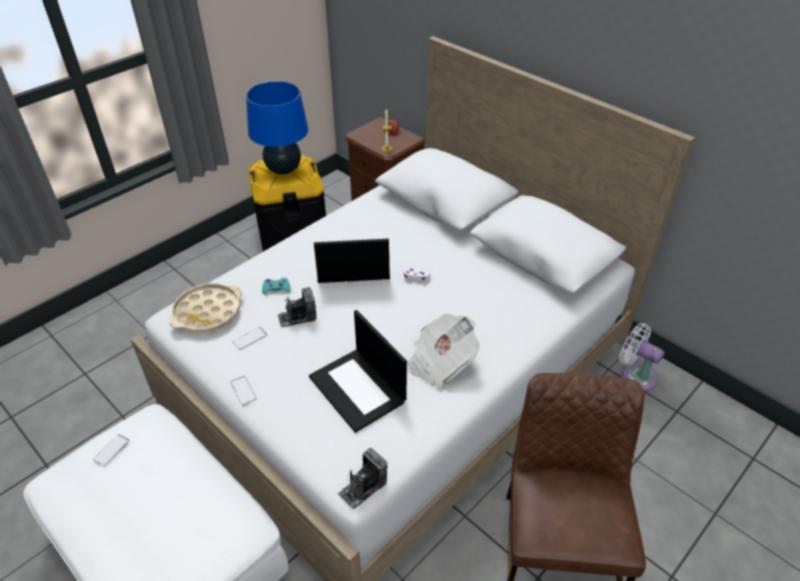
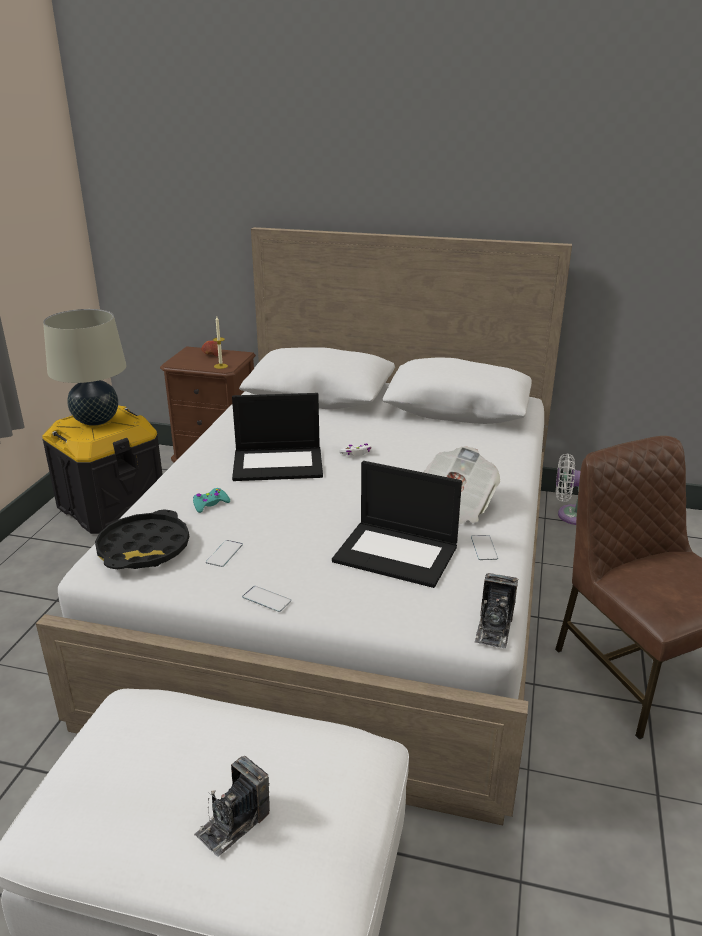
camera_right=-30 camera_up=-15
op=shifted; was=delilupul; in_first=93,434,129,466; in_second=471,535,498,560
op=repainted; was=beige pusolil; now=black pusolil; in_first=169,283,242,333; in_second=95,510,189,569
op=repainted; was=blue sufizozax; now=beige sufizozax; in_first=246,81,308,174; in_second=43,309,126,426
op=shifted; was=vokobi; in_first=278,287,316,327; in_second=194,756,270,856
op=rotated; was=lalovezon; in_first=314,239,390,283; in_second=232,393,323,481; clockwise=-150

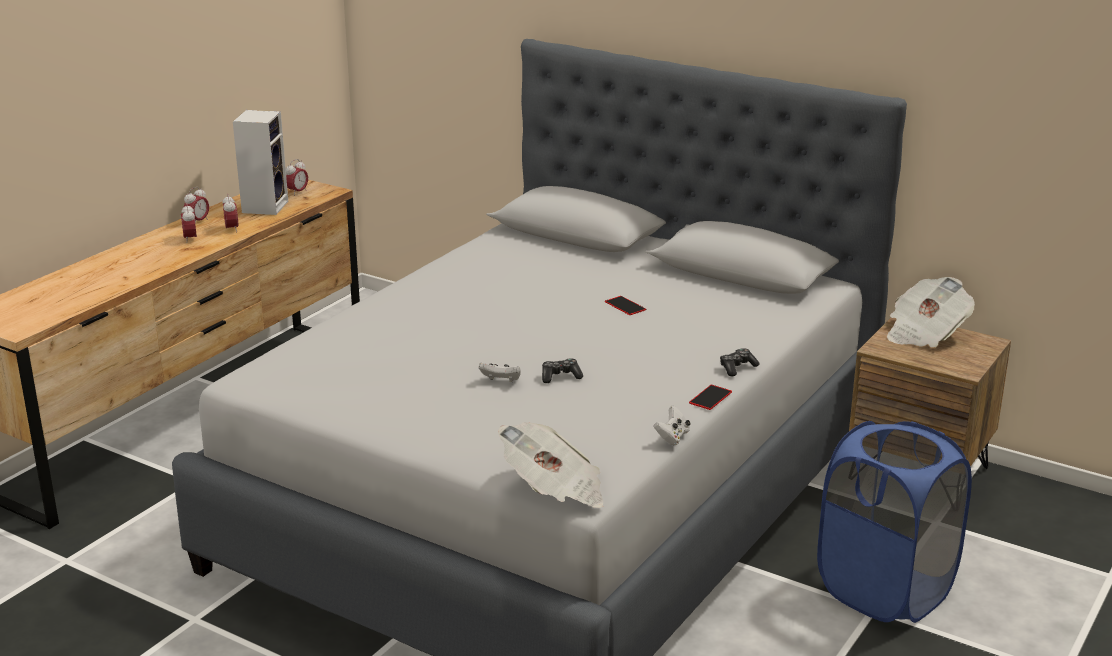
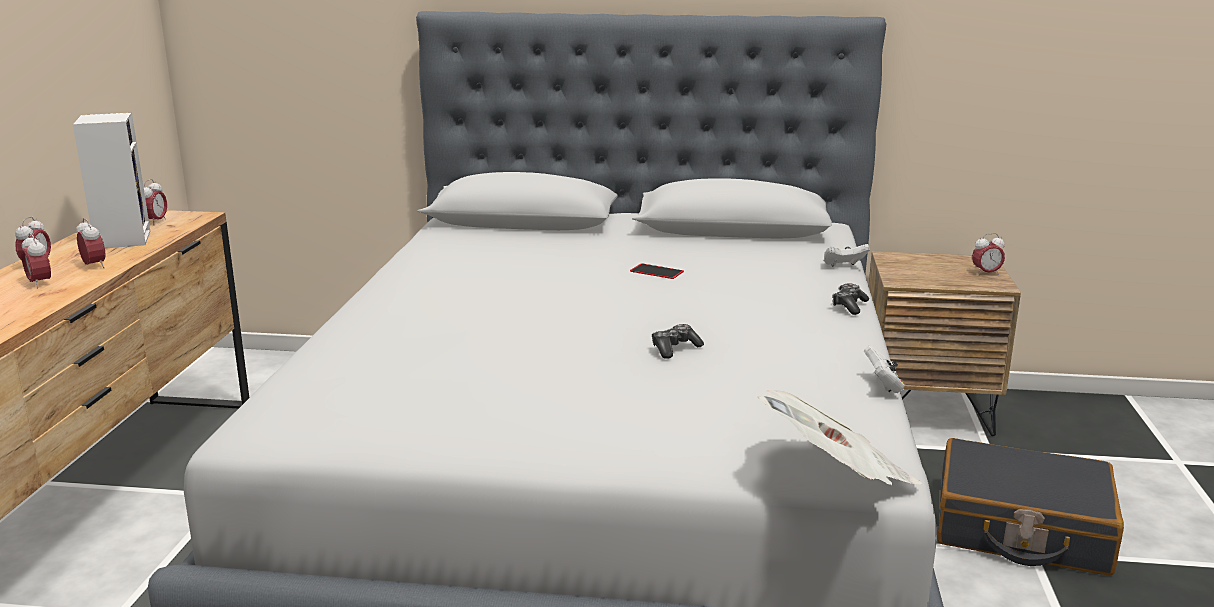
camera_right=-25 camera_up=-5
op=shifted; was=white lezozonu; in_first=479,363,521,382; in_second=824,244,870,266
op=gone; was=delilupul; in_first=689,385,732,410
op=swapped; was=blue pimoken; now=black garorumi; in_first=817,421,972,623; in_second=937,438,1124,576
op=gone; was=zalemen; in_first=887,277,975,348
op=new; now=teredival; in_second=972,233,1005,276

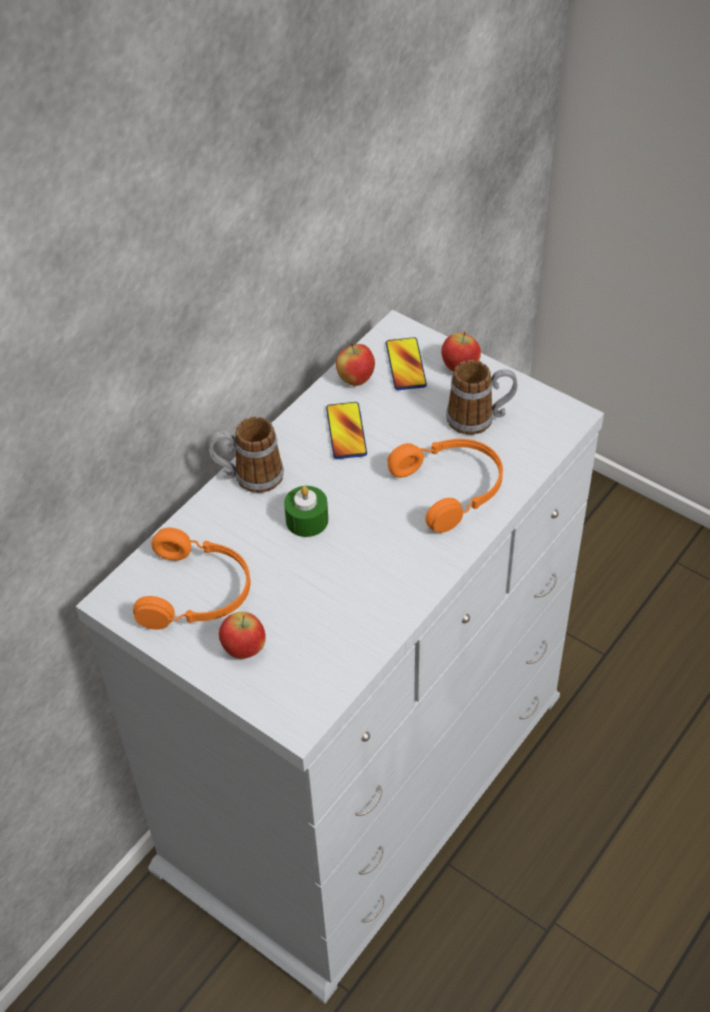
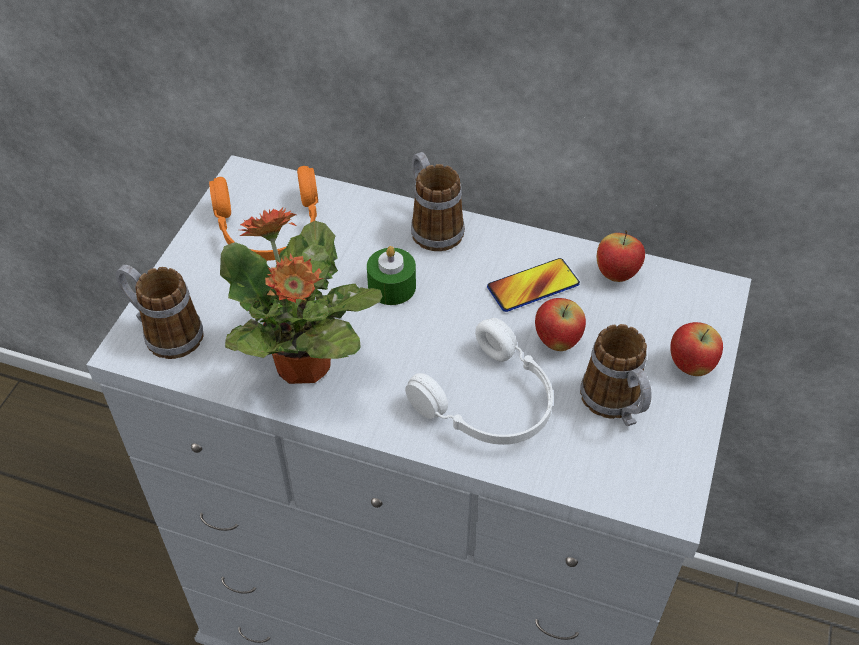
camera_right=70 camera_up=0
op=shifted; was=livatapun; in_first=219,612,266,659; in_second=535,298,586,351
op=gone; was=delilupul; in_first=386,337,427,390
op=repainted; was=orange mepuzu; now=white mepuzu; in_first=387,439,503,533; in_second=405,318,553,445
op=new; now=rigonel; in_second=116,265,204,359
op=new; now=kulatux; in_second=220,208,382,384

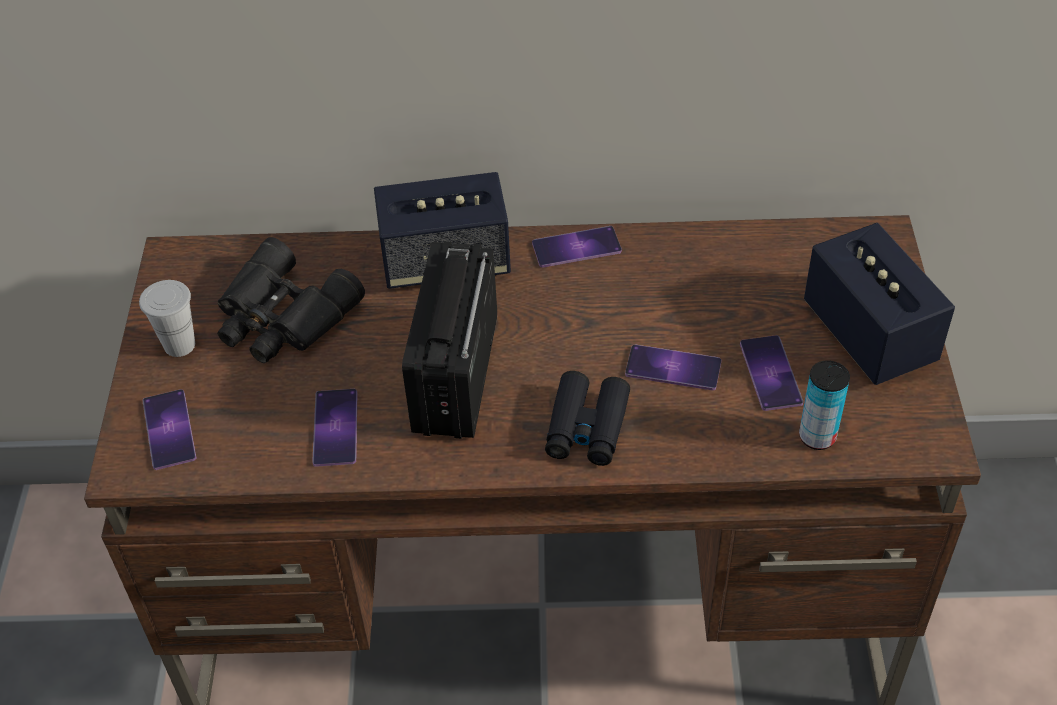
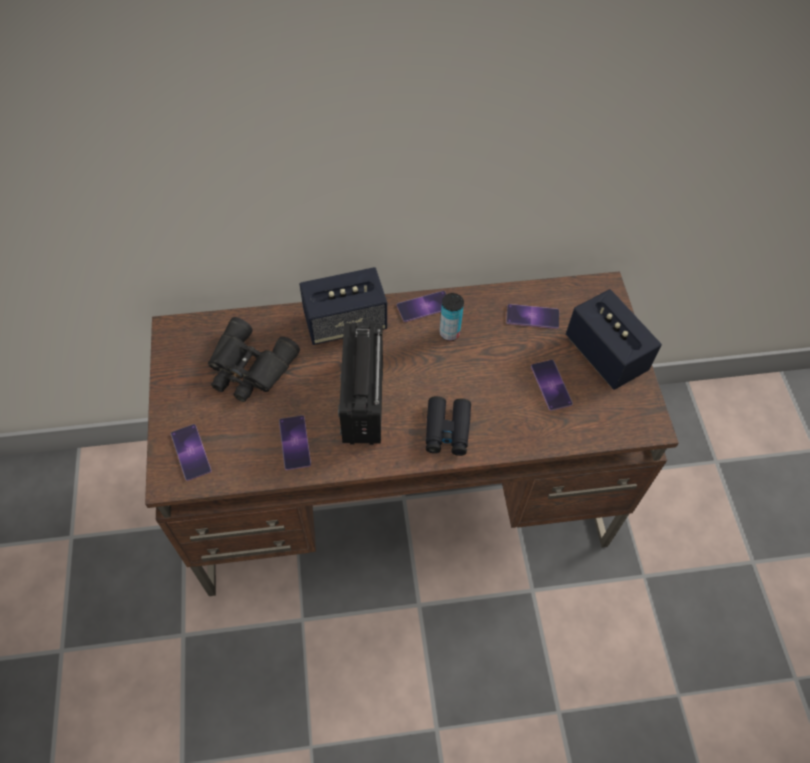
camera_right=-10 camera_up=10
op=gone; was=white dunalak; in_first=139,280,195,357
op=shifted; was=delilupul; in_first=625,345,721,390; in_second=506,304,559,329
op=shifted; was=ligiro; in_first=799,360,850,450; in_second=439,293,464,341

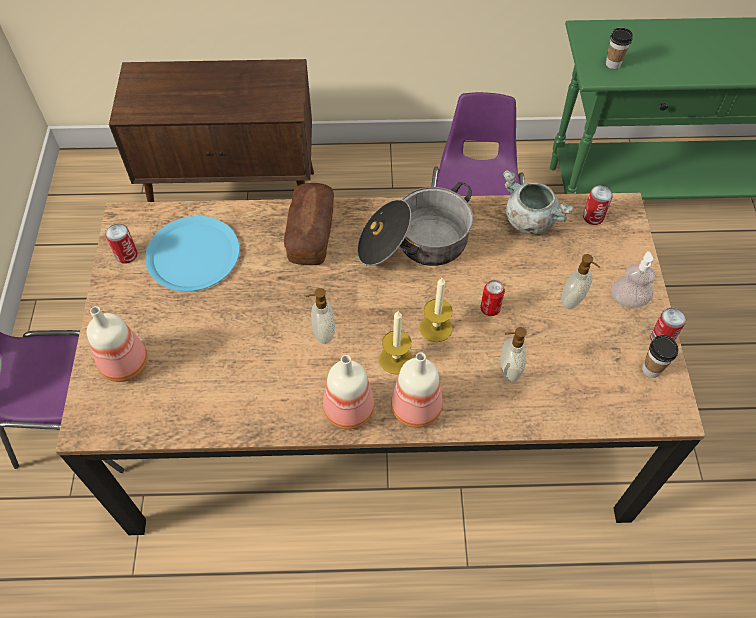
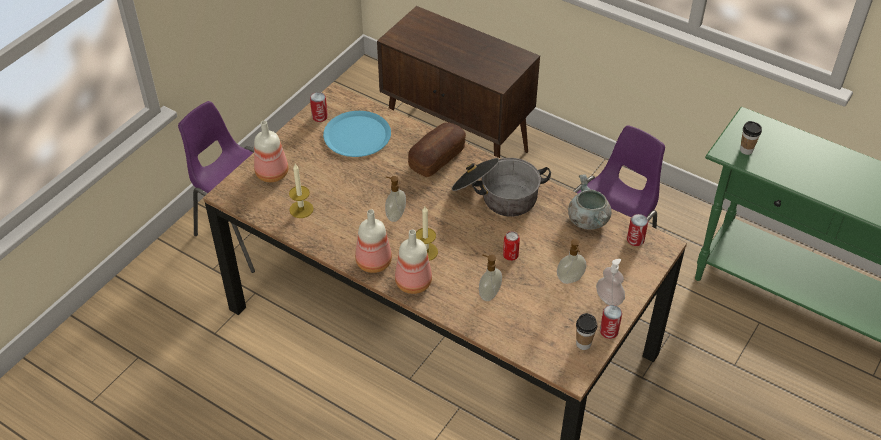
camera_right=35 camera_up=-10
op=shifted; was=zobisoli; in_first=420,278,453,342; in_second=289,164,314,218

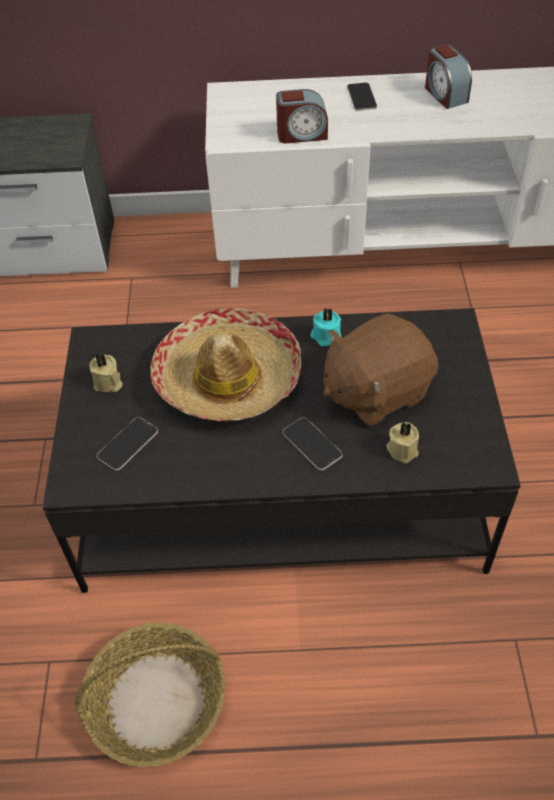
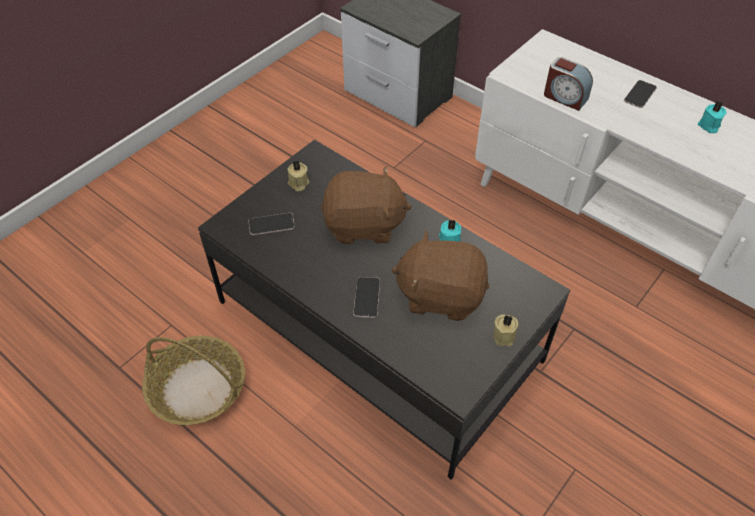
camera_right=40 camera_up=0
op=swapped; was=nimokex; now=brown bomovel; in_first=150,308,301,421; in_second=321,166,412,244
op=shifted; was=beige zobisoli; in_first=387,421,419,463; in_second=493,314,518,347
op=swapped; was=teredival; now=turquoise zobisoli; in_first=425,44,472,109; in_second=698,101,727,133

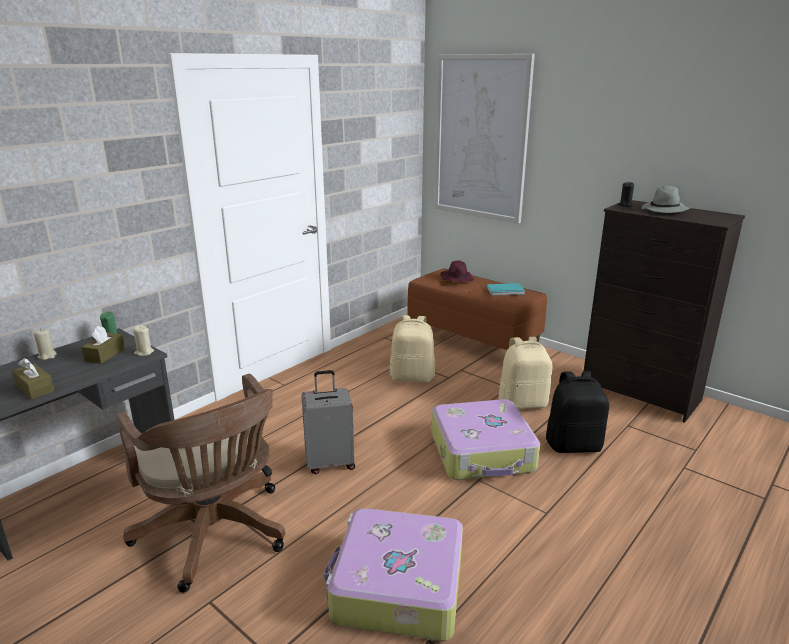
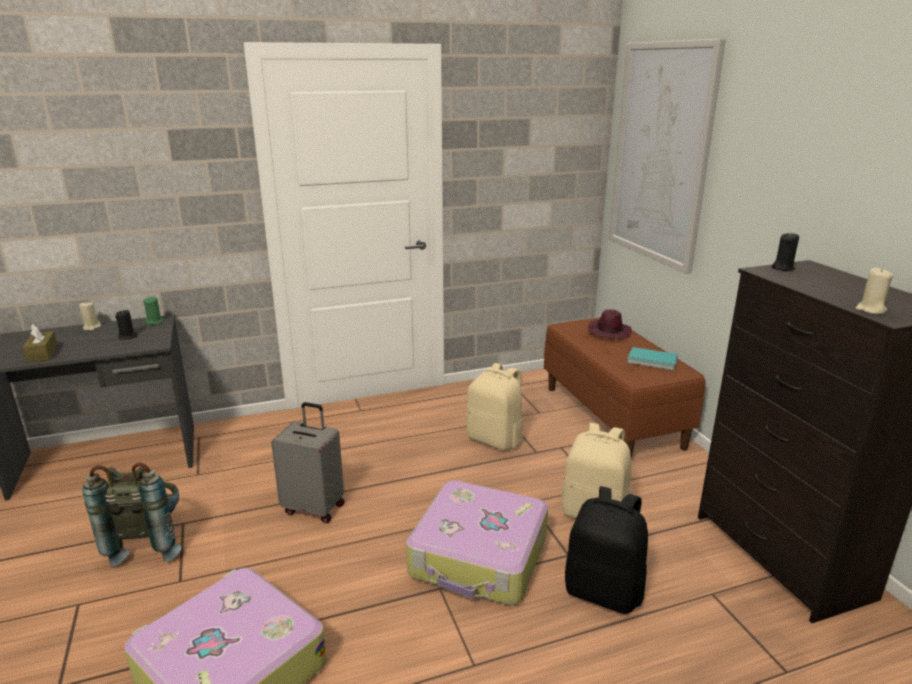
camera_right=30 camera_up=0
op=swapped; was=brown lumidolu; now=black zobisoli; in_first=82,326,125,364; in_second=115,310,137,340
op=swapped; was=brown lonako; now=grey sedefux; in_first=116,374,285,593; in_second=83,463,182,567
op=shifted; was=beige zobisoli; in_first=133,325,154,356; in_second=855,268,894,314
op=gone; was=grey nimokex; in_first=642,186,690,213

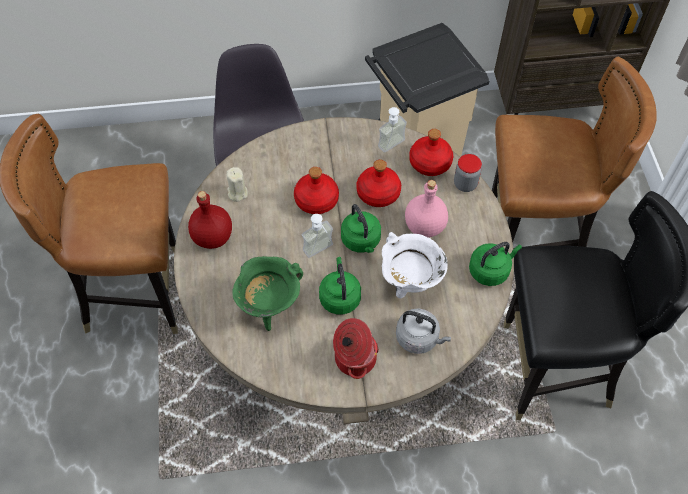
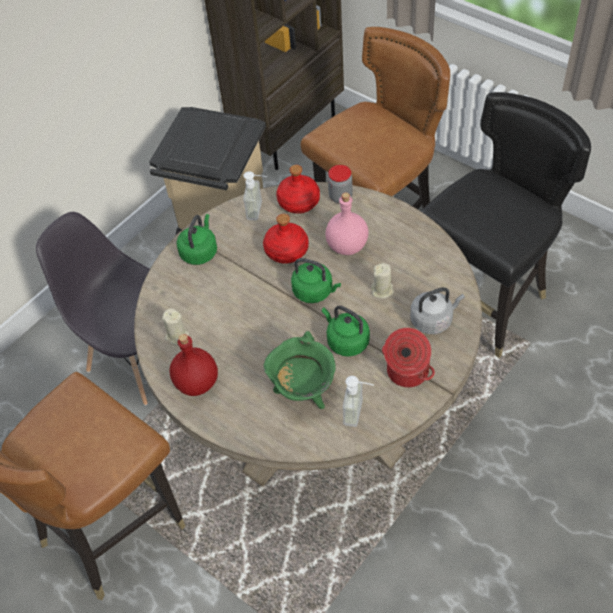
camera_right=-40 camera_up=-5
op=gone; was=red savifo; in_first=294,167,339,214
op=shifted; was=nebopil; in_first=302,214,333,258; in_second=343,376,374,427
op=swapped; was=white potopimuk; now=beige zobisoli; in_first=382,232,448,298; in_second=371,263,394,299
op=shifted; was=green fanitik; in_first=469,242,522,286; in_second=177,214,217,265

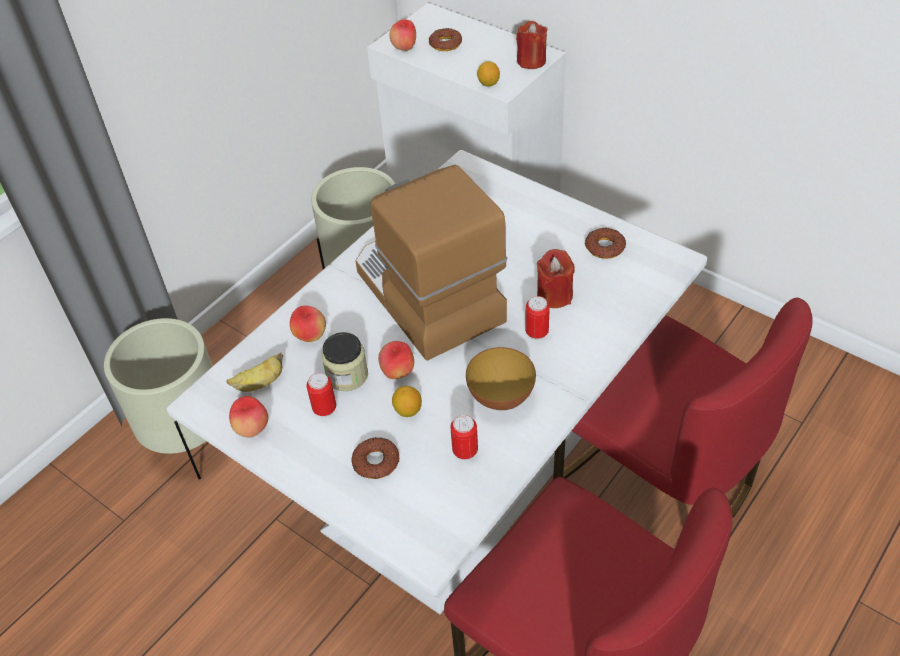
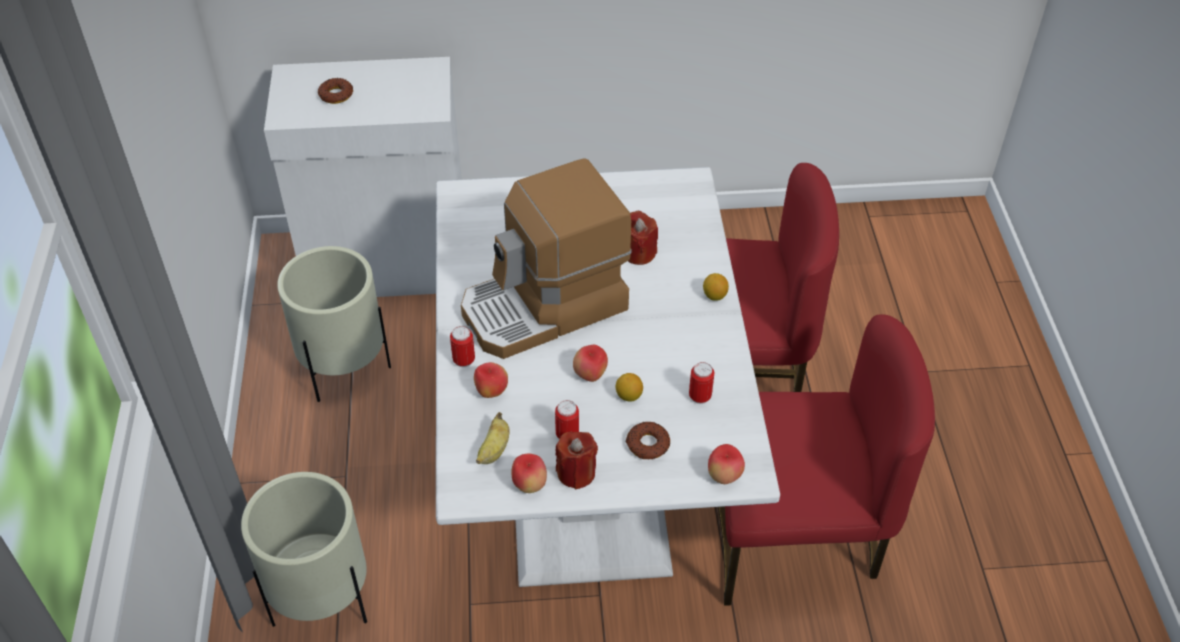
camera_right=-45 camera_up=0
op=gone; was=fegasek; in_first=322,332,368,391
op=rotated; was=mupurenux; in_first=355,165,507,360; in_second=461,158,632,359; clockwise=-45
op=shifted; was=livatapun; in_first=389,19,416,51; in_second=708,444,745,484
op=gone; was=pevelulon; in_first=466,347,536,410
op=shifted; was=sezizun; in_first=477,61,500,87; in_second=703,273,729,301
op=shifted; was=red zobisoli; in_first=516,21,547,69; in_second=555,432,598,489
op=shifted; was=ligiro; in_first=525,296,550,340; in_second=450,326,475,367
op=gone; was=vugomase; in_first=585,227,626,259

